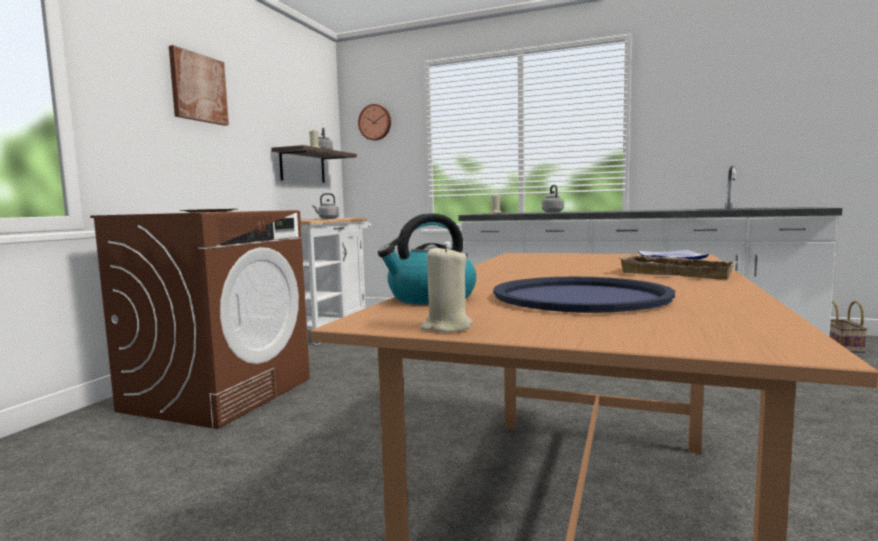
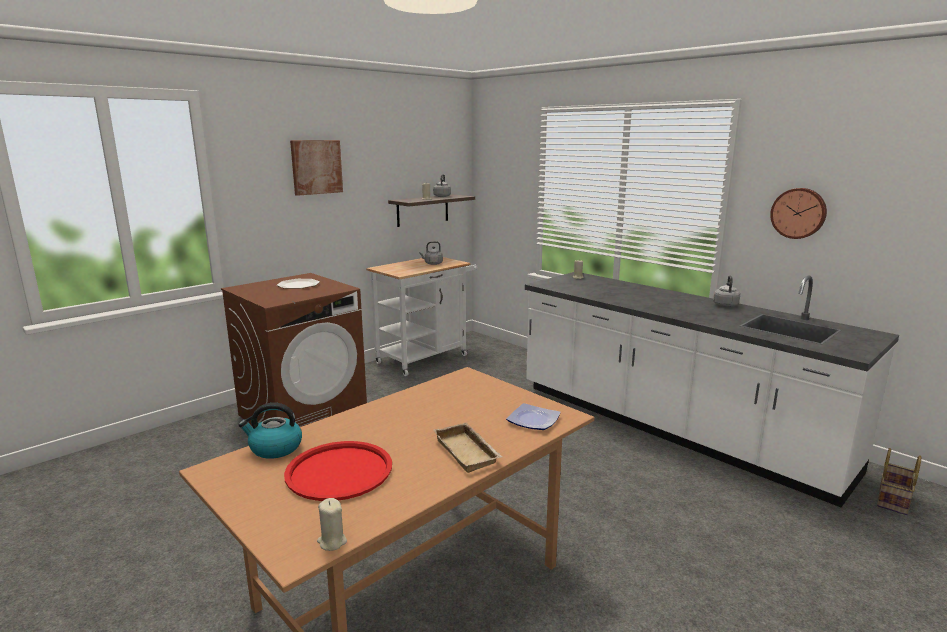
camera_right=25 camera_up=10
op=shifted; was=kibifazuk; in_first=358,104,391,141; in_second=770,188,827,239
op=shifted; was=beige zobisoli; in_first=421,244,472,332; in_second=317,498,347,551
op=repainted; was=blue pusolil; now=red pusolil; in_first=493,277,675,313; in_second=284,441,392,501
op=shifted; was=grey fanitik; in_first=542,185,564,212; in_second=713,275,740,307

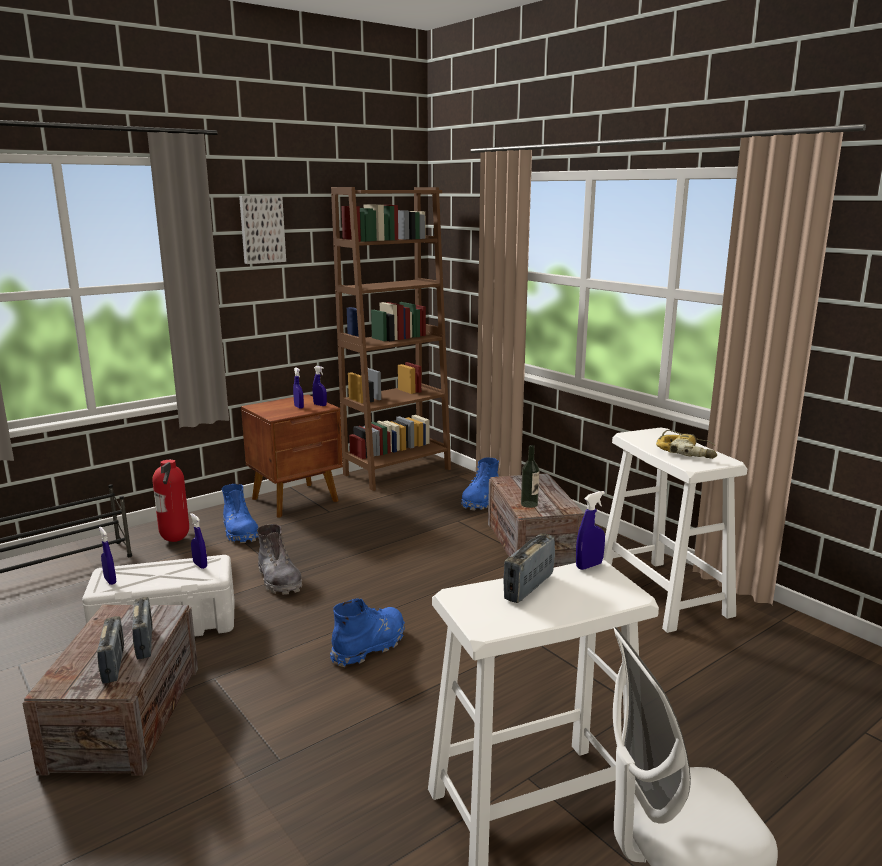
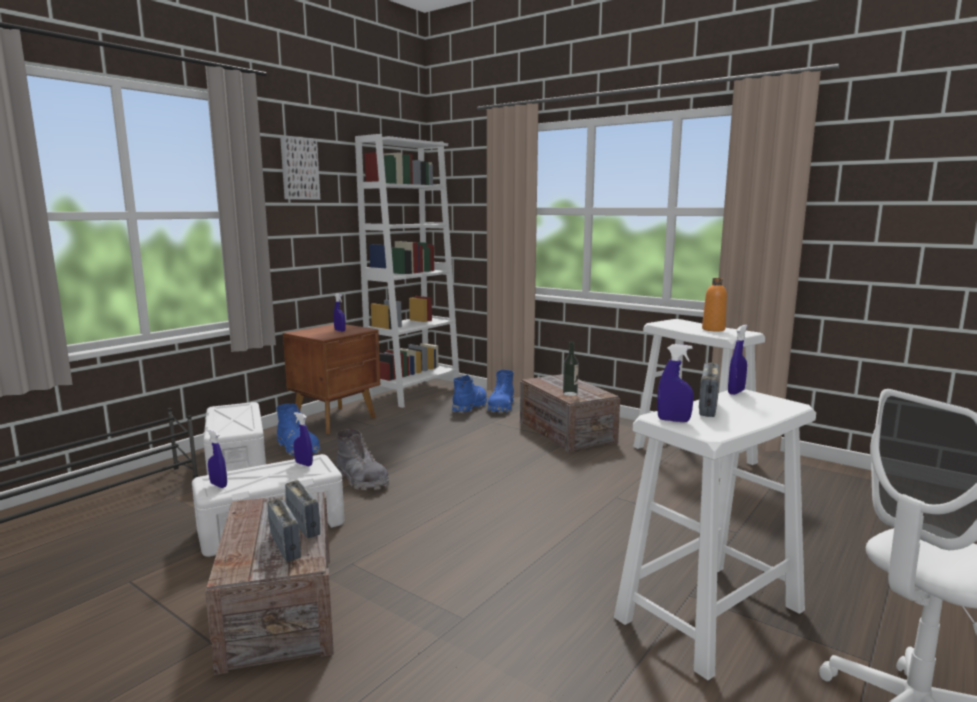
camera_right=-15 camera_up=-5
op=swapped; was=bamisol; now=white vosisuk; in_first=152,459,189,542; in_second=203,402,266,475
op=shifted; was=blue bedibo; in_first=313,366,327,406; in_second=657,344,694,422
op=shifted; was=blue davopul; in_first=330,598,405,667; in_second=452,375,487,413
op=repainted; was=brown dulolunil; now=white dulolunil; in_first=331,187,451,491; in_second=355,134,459,408
op=swapped; was=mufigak; now=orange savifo; in_first=656,430,717,459; in_second=702,278,727,331

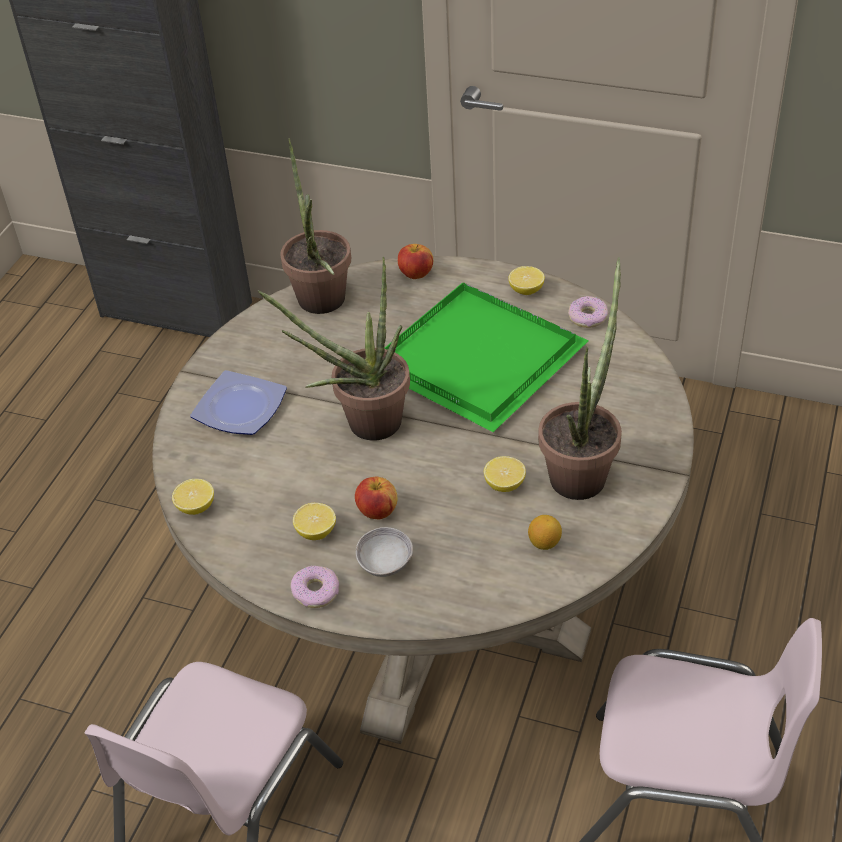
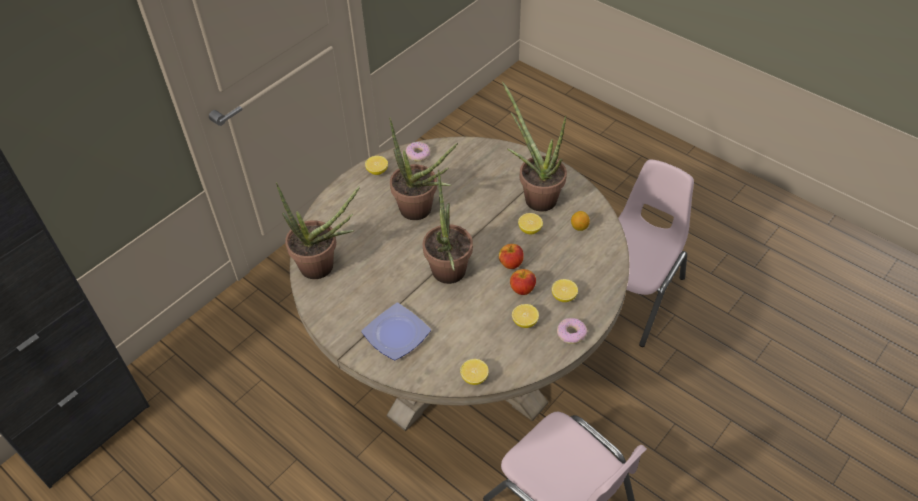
camera_right=-70 camera_up=5
op=swapped; was=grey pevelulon; now=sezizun; in_first=356,527,413,577; in_second=552,279,578,302
op=swapped; was=green pusolil; now=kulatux; in_first=385,283,589,432; in_second=389,118,458,220
op=shifted; was=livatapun; in_first=398,244,433,279; in_second=499,244,524,269

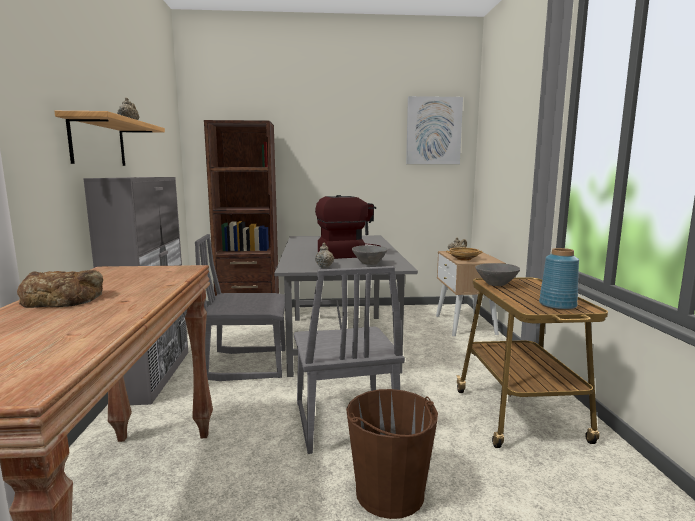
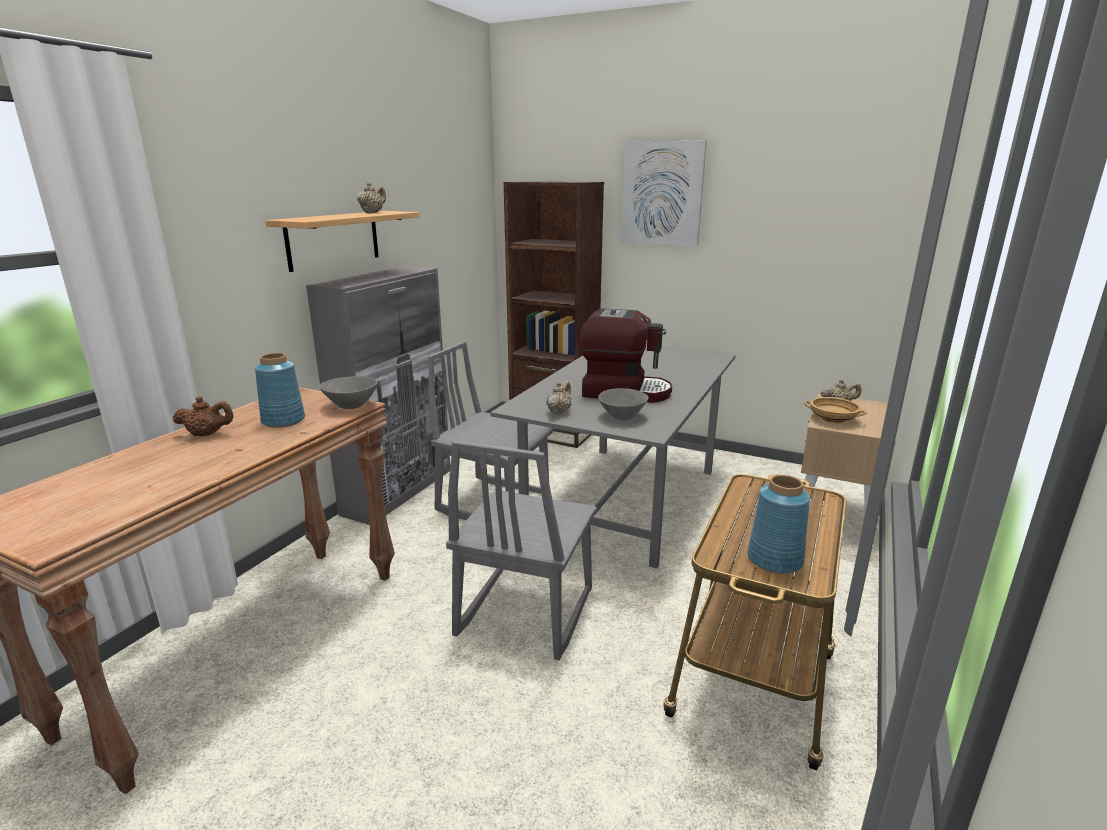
camera_right=30 camera_up=10
op=swapped; was=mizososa; now=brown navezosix; in_first=17,270,103,308; in_second=173,397,233,437
op=gone; was=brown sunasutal; in_first=346,389,438,519
op=shifted; was=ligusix; in_first=406,96,463,164; in_second=621,140,707,246
op=shifted; was=grey pevelulon; in_first=475,263,520,286; in_second=320,376,378,409
op=new; now=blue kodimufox; in_second=255,353,305,428

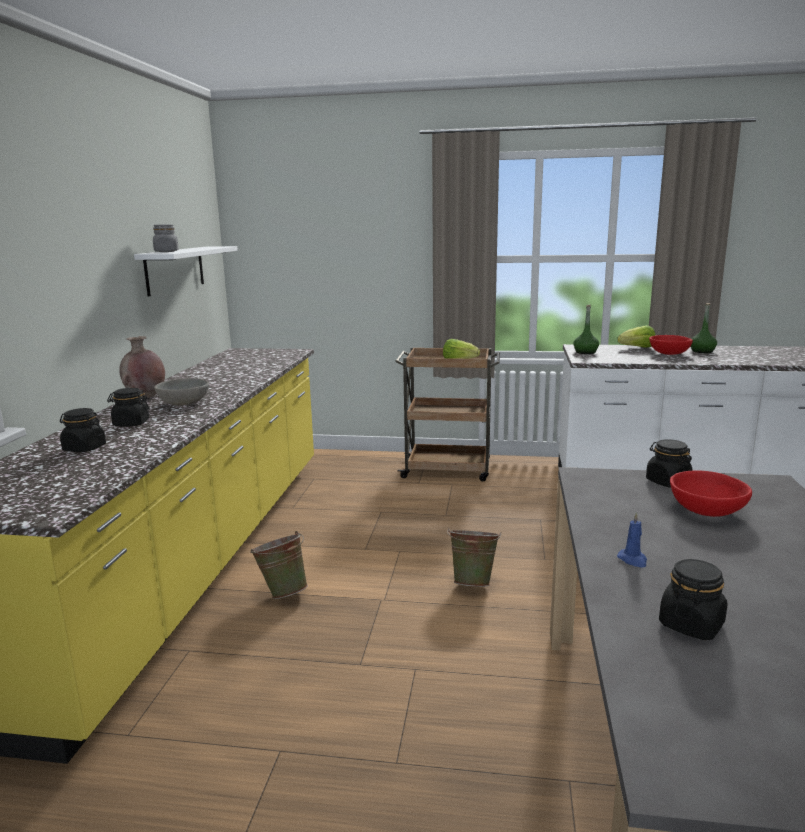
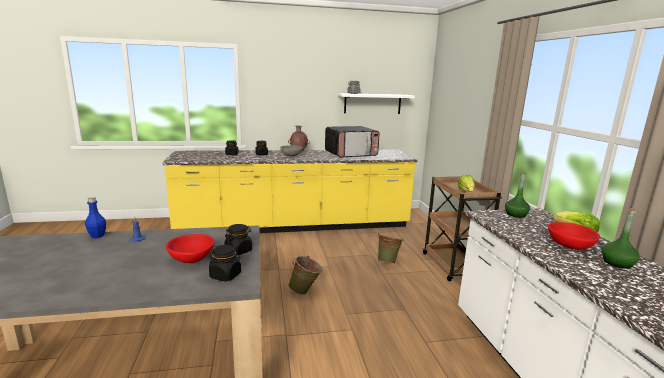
camera_right=70 camera_up=0
op=shifted; was=green sunasutal; in_first=250,531,308,599; in_second=377,233,404,264
op=shifted; was=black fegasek; in_first=659,559,727,640; in_second=209,245,241,282
op=new; now=blue savifo; in_second=85,197,106,238
op=new; now=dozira; in_second=325,126,380,157

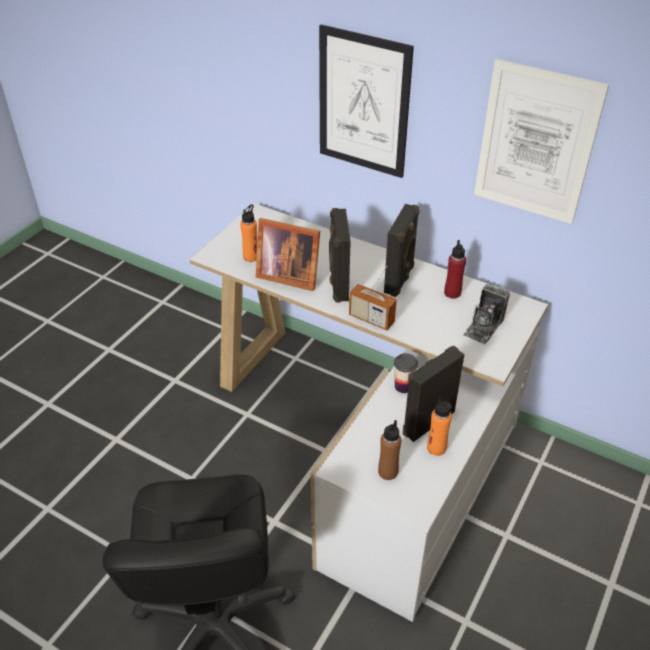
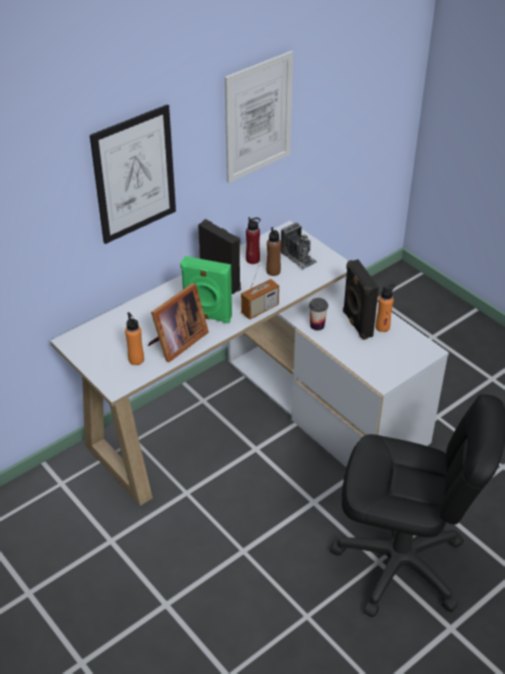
camera_right=-70 camera_up=0
op=repainted; was=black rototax; now=green rototax; in_first=329,208,351,303; in_second=180,256,232,323
op=shifted; was=brown savifo; in_first=378,420,401,480; in_second=266,227,281,276

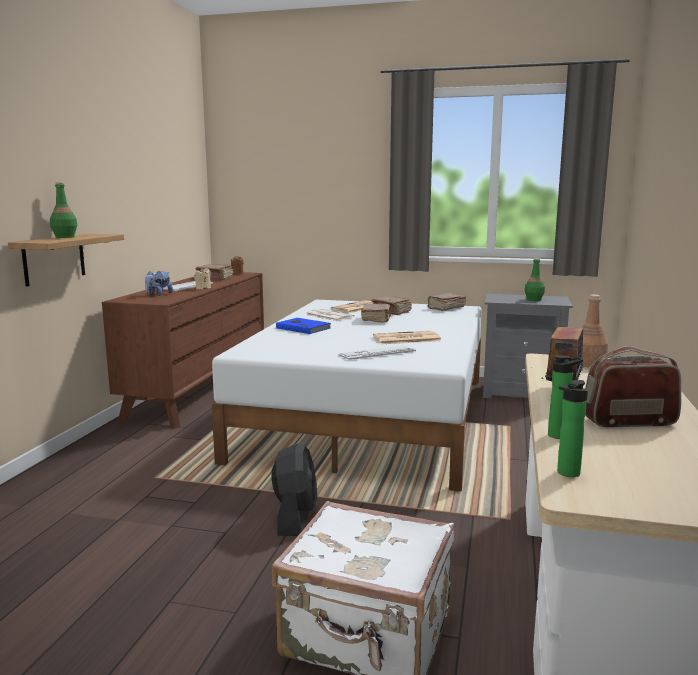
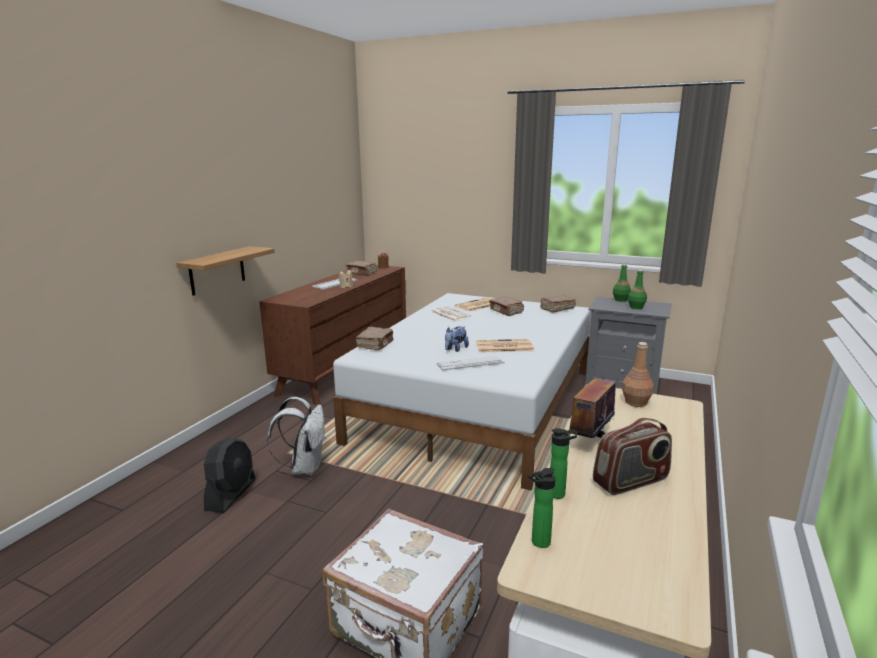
camera_right=10 camera_up=5
op=shifted; was=green savifo; in_first=50,182,77,238; in_second=613,264,631,302
op=shifted; was=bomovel; in_first=145,271,173,296; in_second=445,326,469,352
op=shifted; was=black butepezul; in_first=272,443,317,536; in_second=204,438,256,513
op=gone; was=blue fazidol; in_first=276,318,330,334
op=shifted; was=brown fazidol; in_first=361,303,391,322; in_second=356,327,394,350
op=rotated; was=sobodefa; in_first=585,346,681,427; in_second=593,418,672,495; clockwise=150
op=new; now=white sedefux; in_second=267,397,326,475

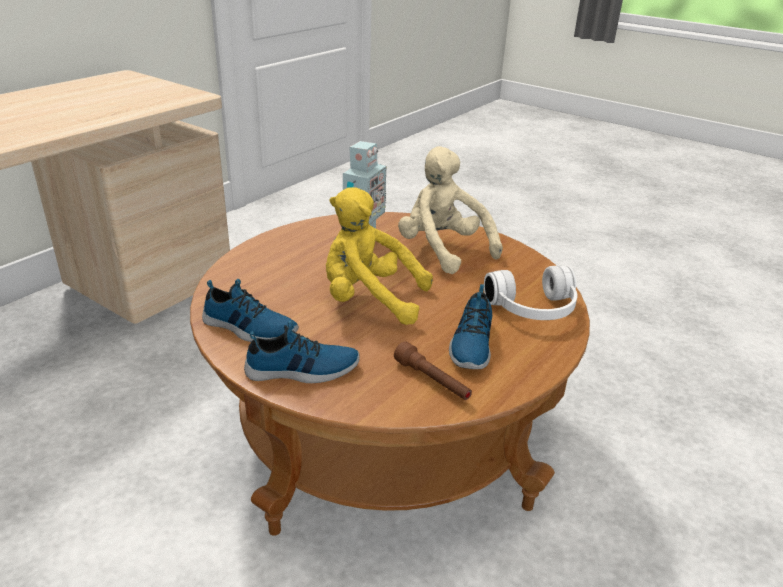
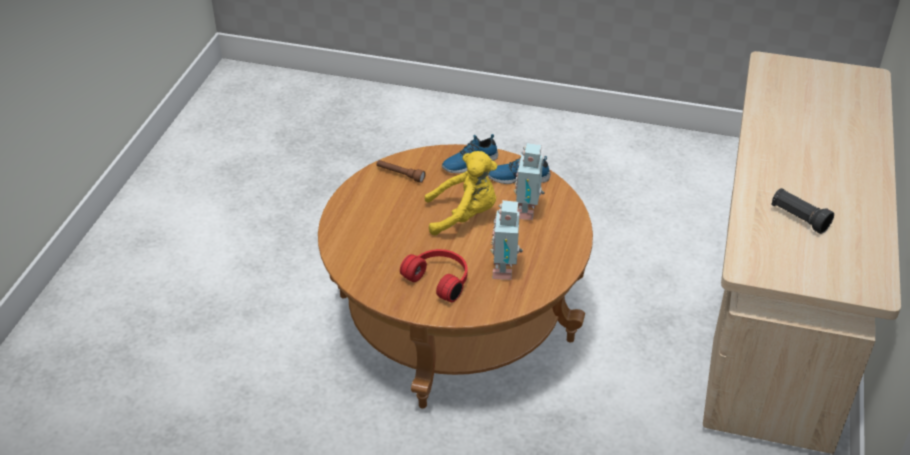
camera_right=160 camera_up=10
op=swapped; was=beige bomovel; now=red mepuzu; in_first=398,146,503,274; in_second=400,249,468,302
op=gone; was=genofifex; in_first=449,284,492,369
op=gone; was=white mepuzu; in_first=484,266,577,320
op=new; now=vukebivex; in_second=514,143,544,220
op=new; now=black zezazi; in_second=771,188,834,234

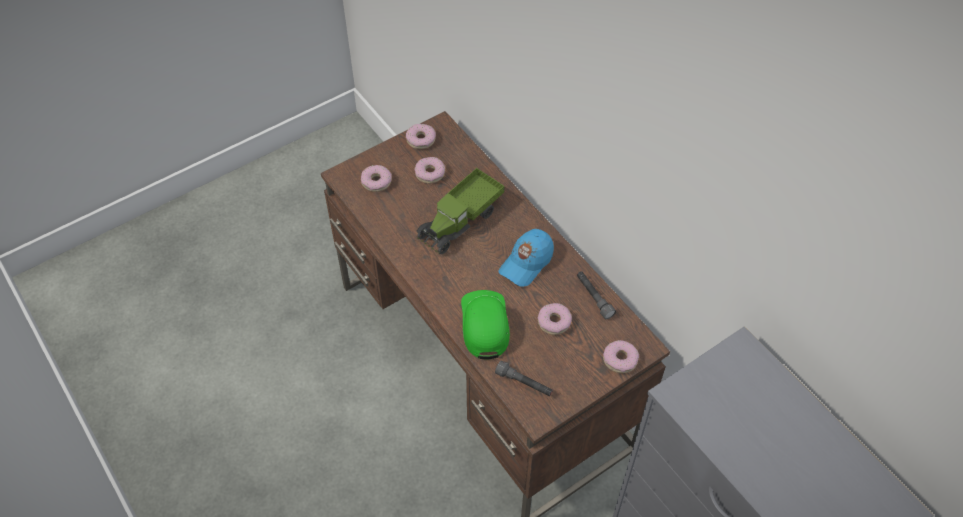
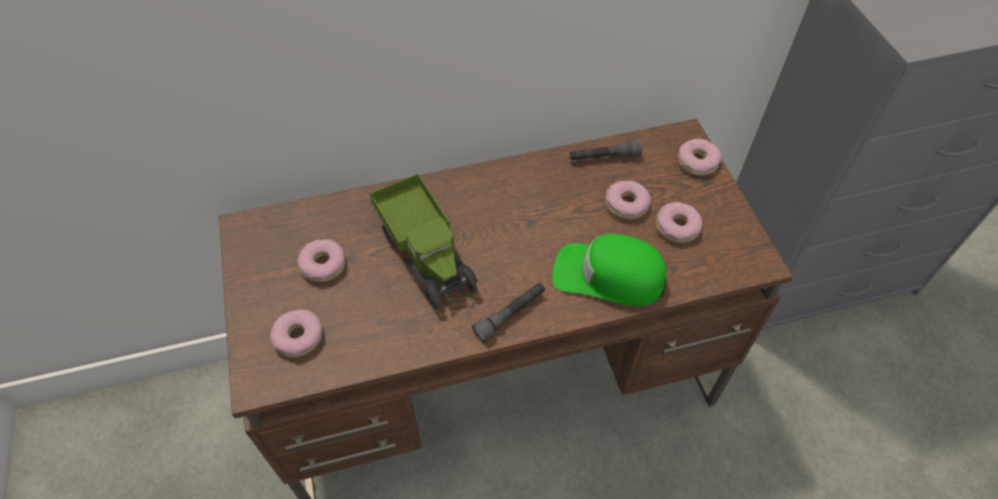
camera_right=-70 camera_up=0
op=shifted; was=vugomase; in_first=406,124,436,149; in_second=656,202,702,243
op=shifted; was=grey zezazi; in_first=495,360,553,396; in_second=472,283,545,342
op=gone; was=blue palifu; in_first=498,229,554,287

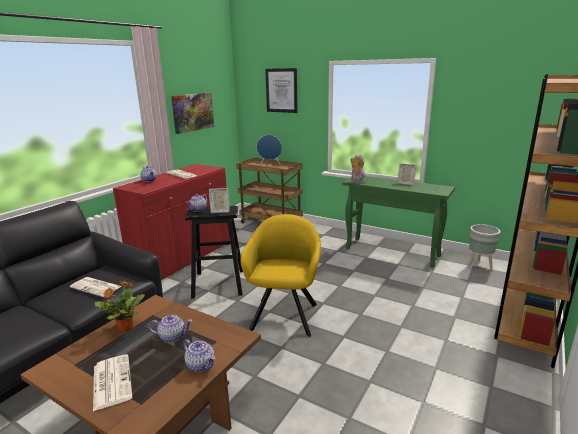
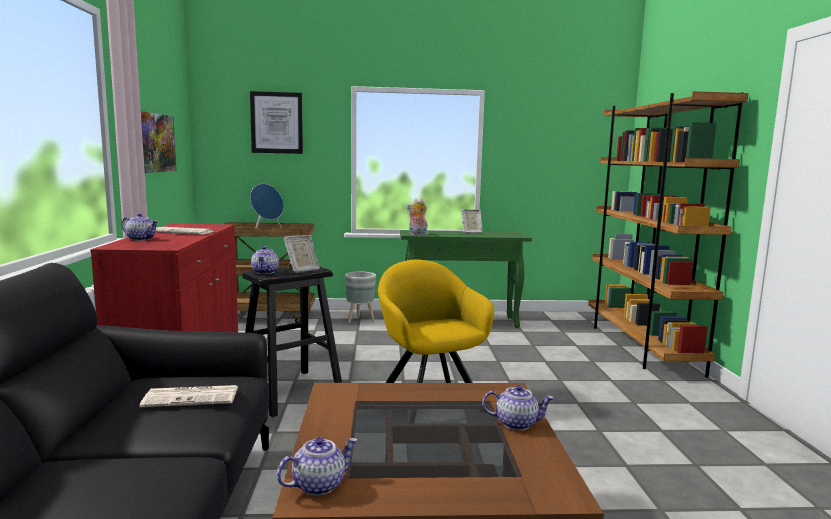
camera_right=-35 camera_up=-10
op=gone; was=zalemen; in_first=93,354,133,411
op=gone; was=kulatux; in_first=95,280,145,331
op=shifted; was=navezosix; in_first=149,315,193,343; in_second=276,437,358,496
op=shifted; was=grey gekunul; in_first=468,224,500,271; in_second=345,272,376,323

